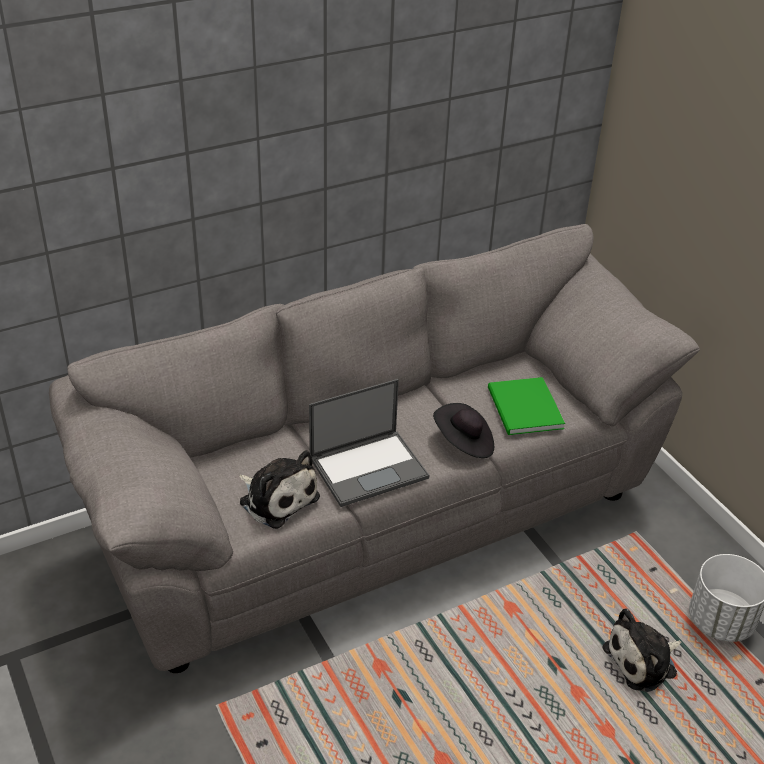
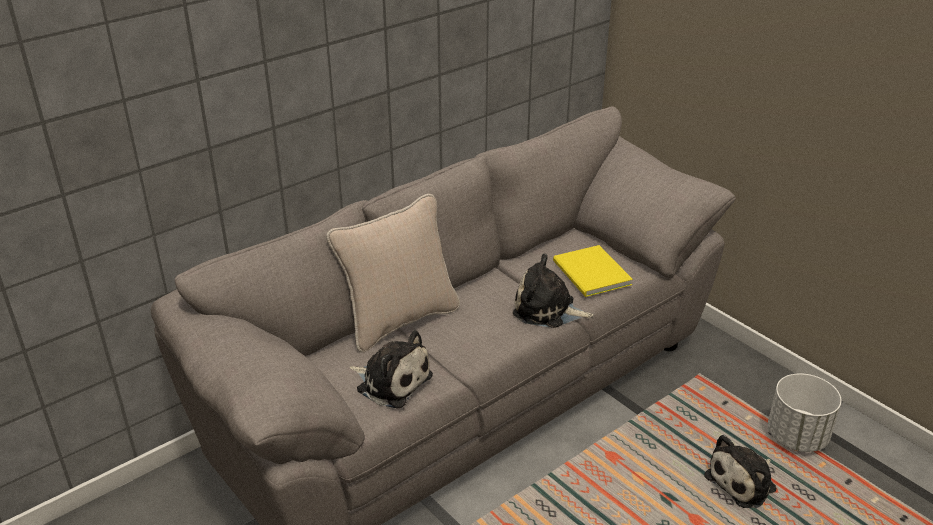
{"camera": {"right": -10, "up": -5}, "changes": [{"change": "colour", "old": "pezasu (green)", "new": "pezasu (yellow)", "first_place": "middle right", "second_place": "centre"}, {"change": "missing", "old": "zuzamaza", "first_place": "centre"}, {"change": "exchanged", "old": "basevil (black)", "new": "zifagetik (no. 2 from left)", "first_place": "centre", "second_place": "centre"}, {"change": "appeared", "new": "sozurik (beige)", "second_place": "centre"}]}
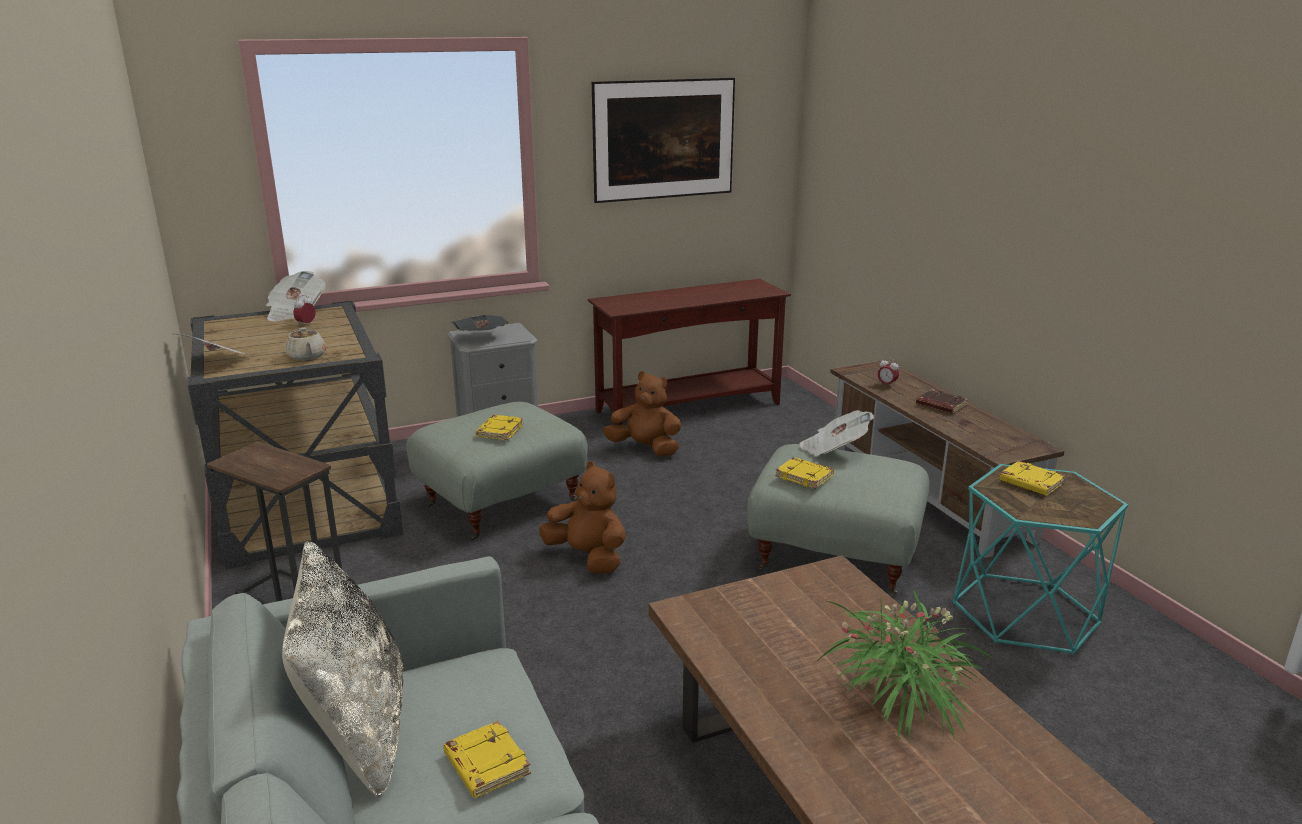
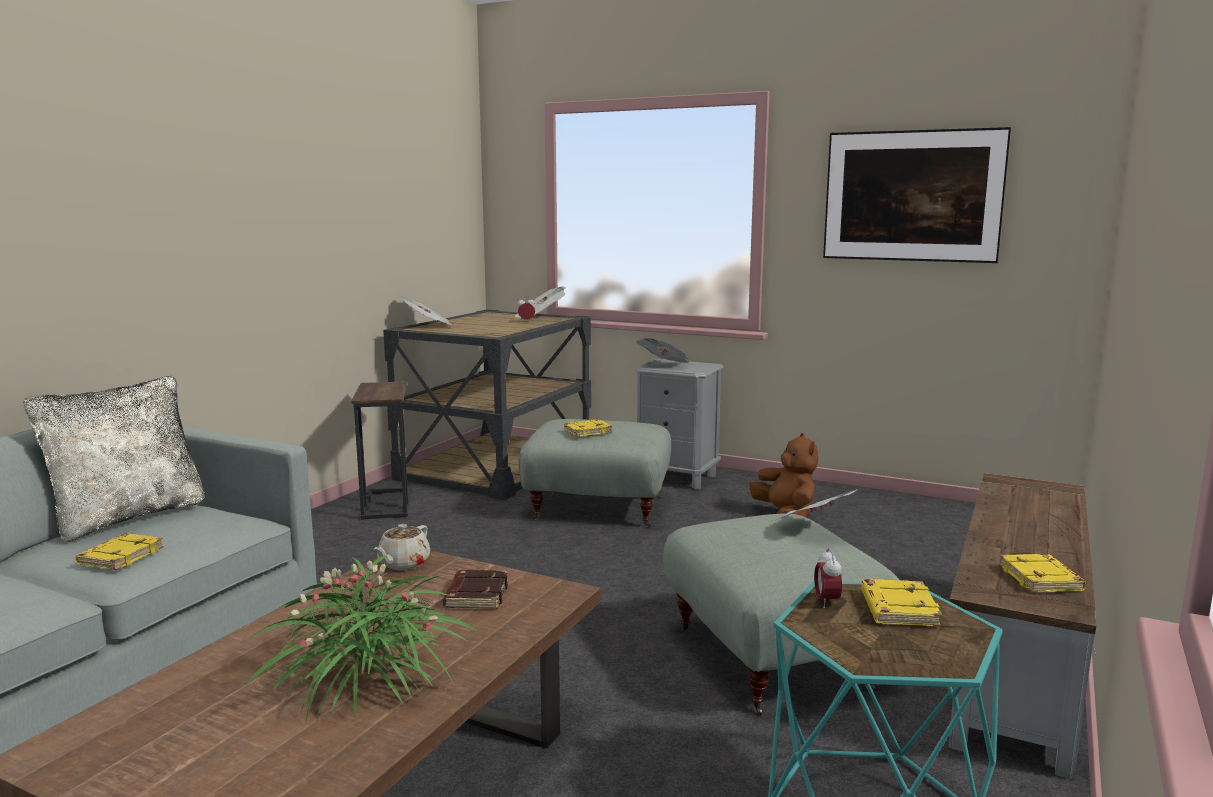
{"camera": {"right": 50, "up": -10}, "changes": [{"change": "missing", "old": "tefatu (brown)", "first_place": "centre"}, {"change": "relocated", "old": "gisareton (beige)", "first_place": "middle left", "second_place": "bottom left"}, {"change": "relocated", "old": "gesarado (no. 2 from left)", "first_place": "middle right", "second_place": "bottom right"}, {"change": "relocated", "old": "pezasu (brown)", "first_place": "middle right", "second_place": "bottom centre"}, {"change": "relocated", "old": "pezasu (yellow) (no. 3 from left in the first image)", "new": "pezasu (yellow) (no. 4 from left)", "first_place": "centre", "second_place": "bottom right"}, {"change": "missing", "old": "zifagetik (brown) (no. 1 from left)", "first_place": "centre"}]}
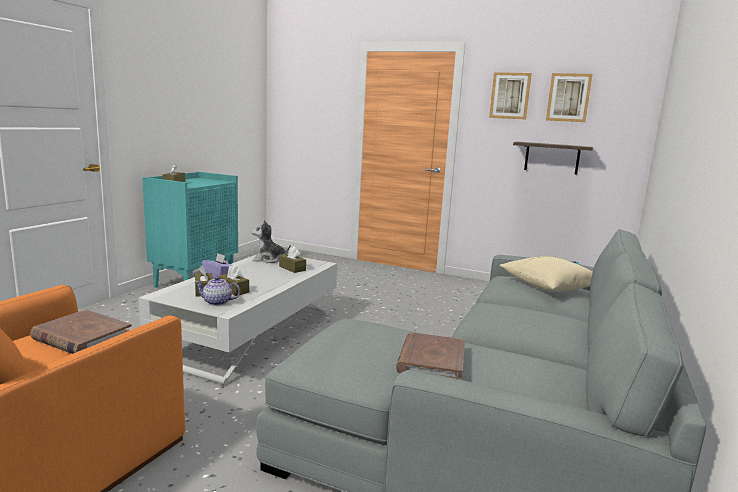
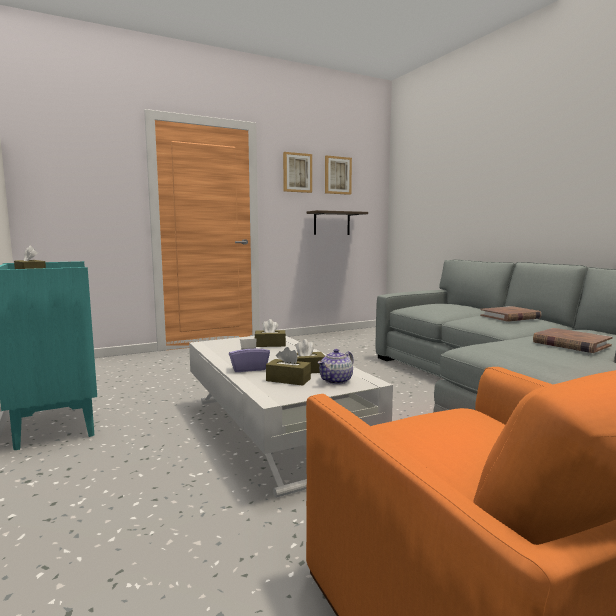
{"camera": {"right": -50, "up": -5}, "changes": [{"change": "missing", "old": "zifagetik", "first_place": "centre"}, {"change": "missing", "old": "sozurik (beige)", "first_place": "middle right"}, {"change": "relocated", "old": "pezasu (brown) (no. 1 from left)", "first_place": "bottom left", "second_place": "middle right"}]}
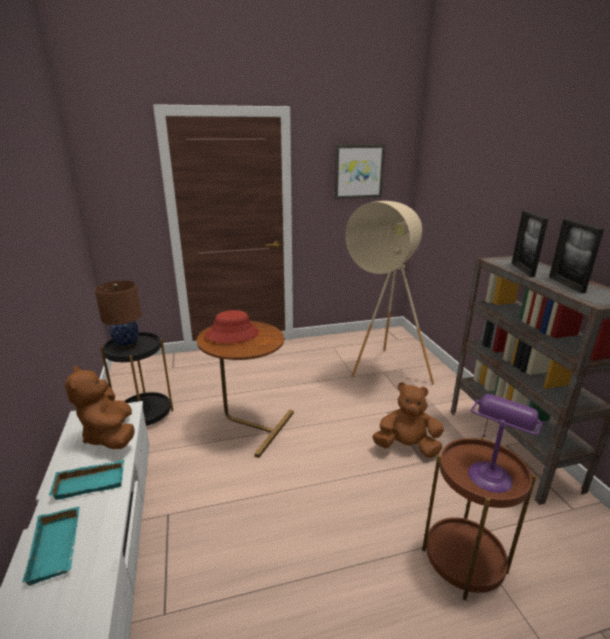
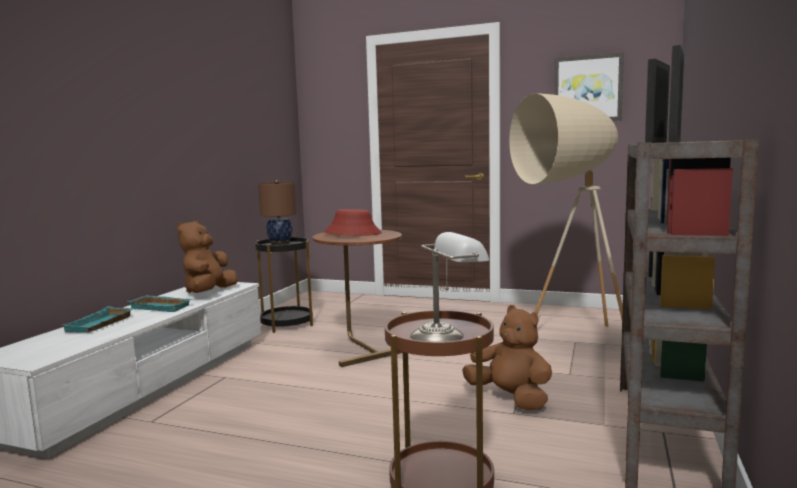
{"camera": {"right": 35, "up": -15}, "changes": [{"change": "colour", "old": "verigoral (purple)", "new": "verigoral (white)", "first_place": "bottom right", "second_place": "centre"}]}
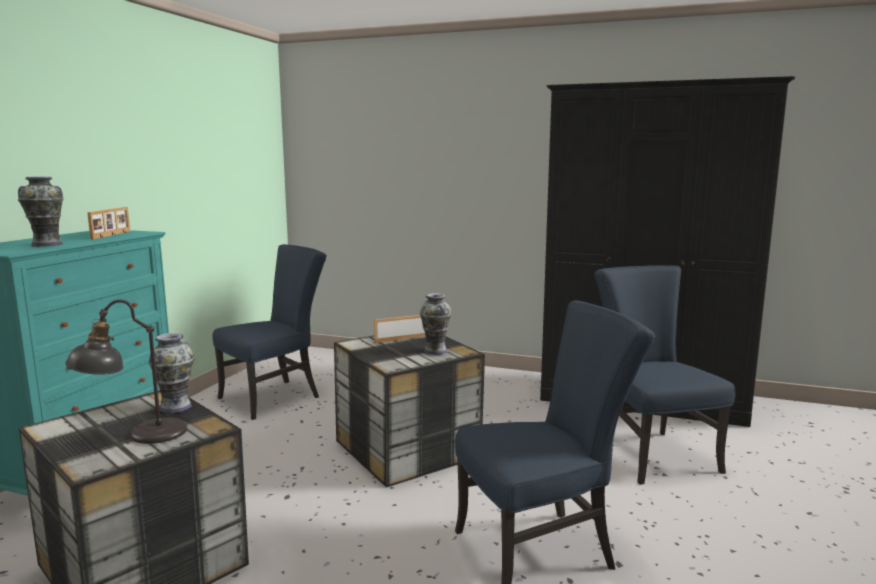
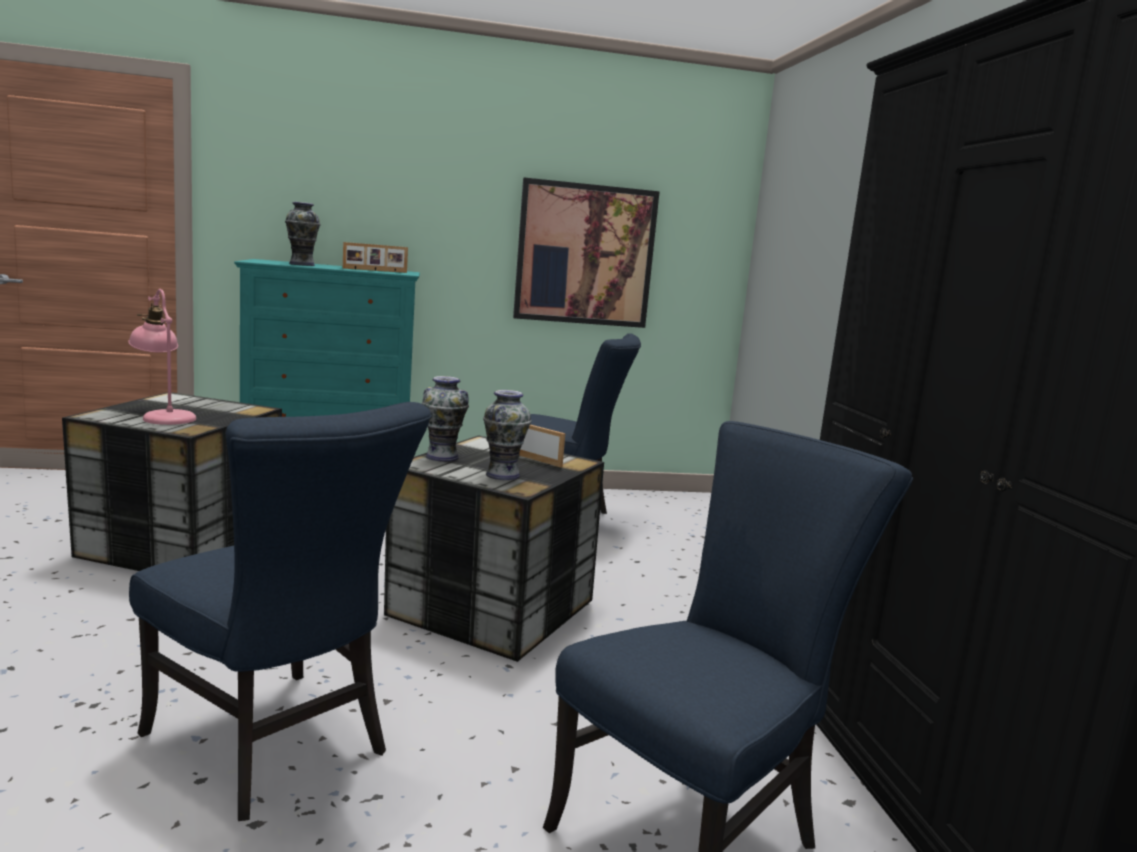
{"camera": {"right": 60, "up": 0}, "changes": [{"change": "colour", "old": "verigoral (grey)", "new": "verigoral (pink)", "first_place": "middle left", "second_place": "middle left"}, {"change": "relocated", "old": "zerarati (no. 2 from left)", "first_place": "middle left", "second_place": "centre"}, {"change": "appeared", "new": "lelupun", "second_place": "top centre"}]}
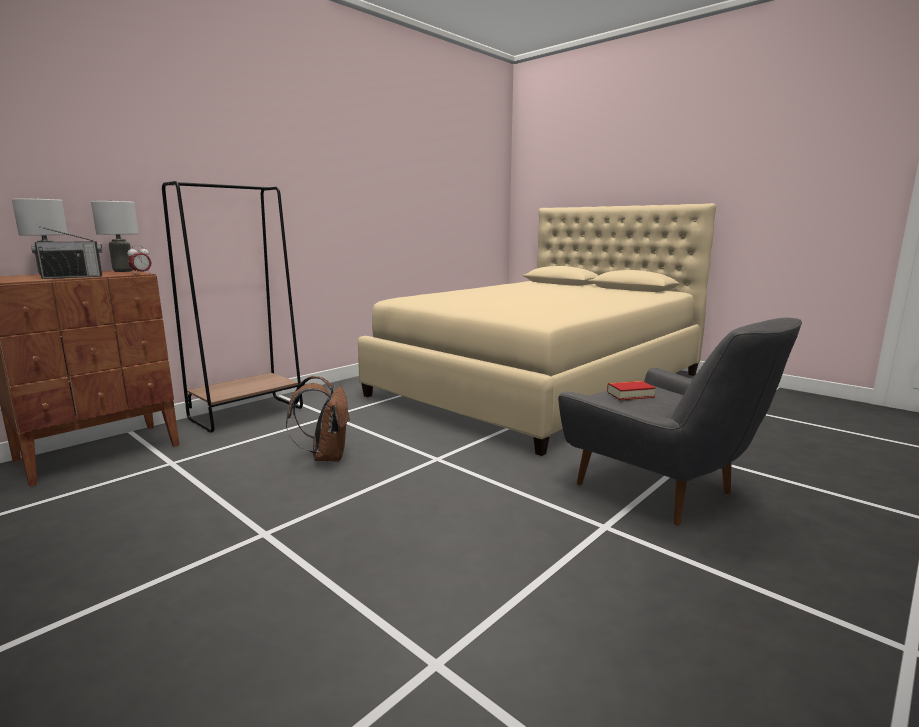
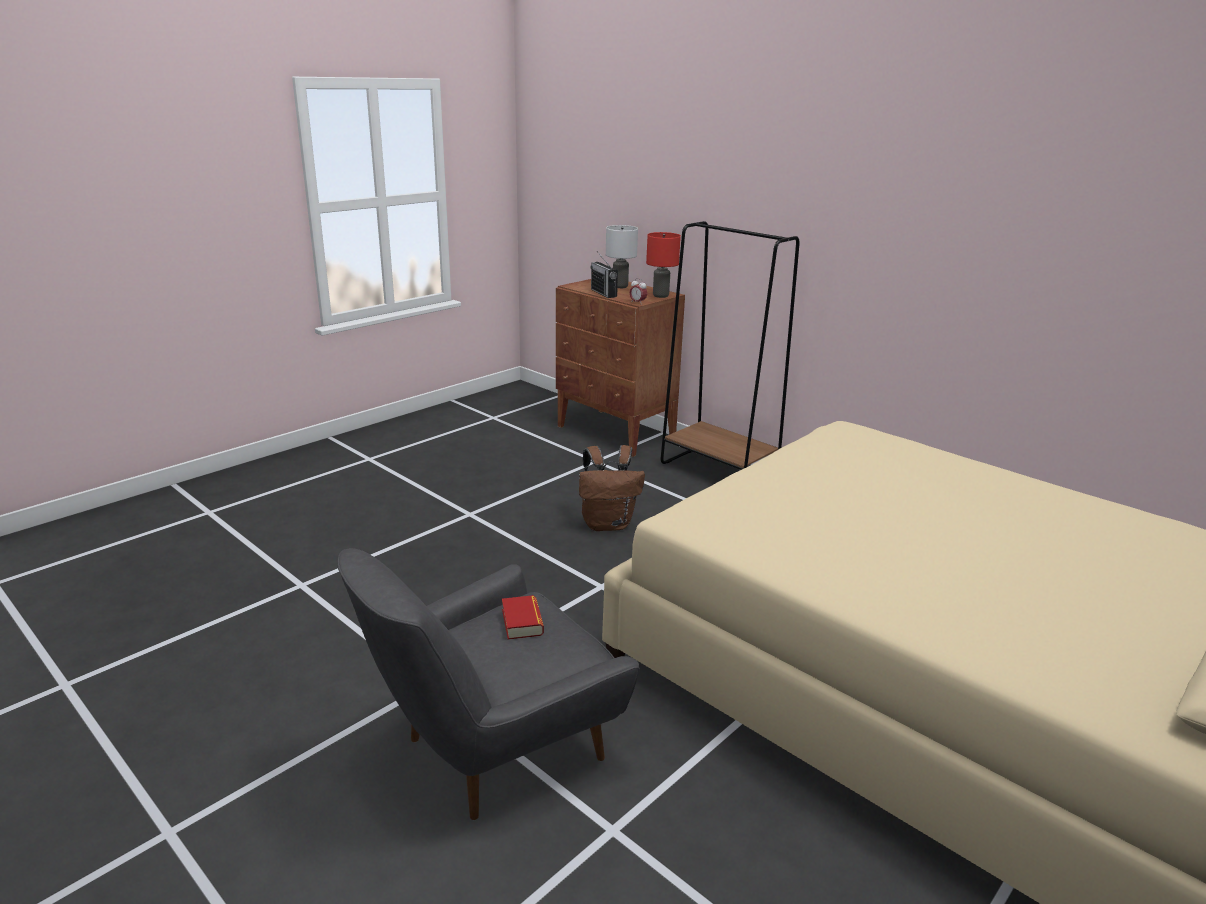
{"camera": {"right": 90, "up": 10}, "changes": [{"change": "colour", "old": "verigoral (white) (no. 2 from left)", "new": "verigoral (red)", "first_place": "top left", "second_place": "top centre"}]}
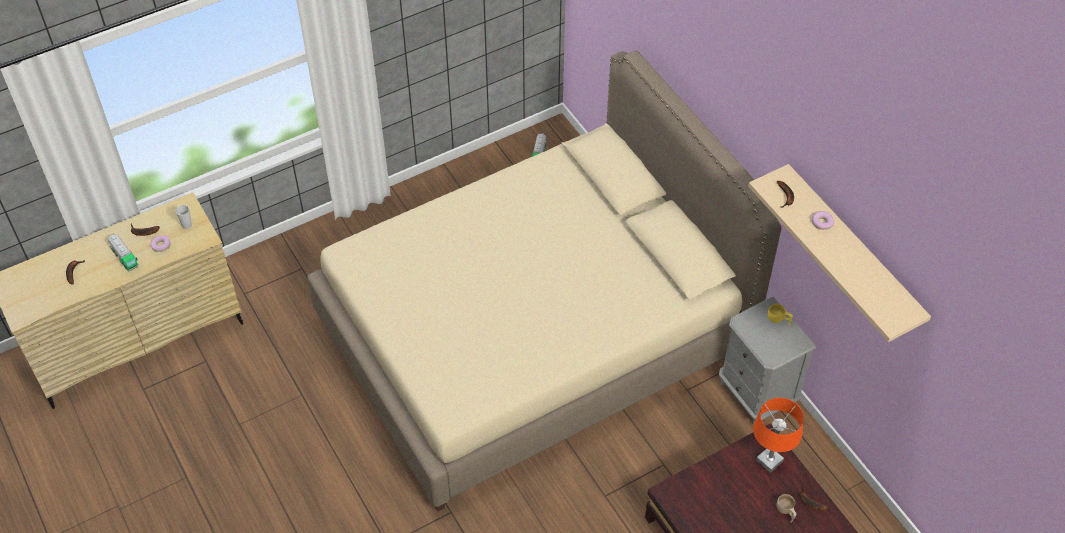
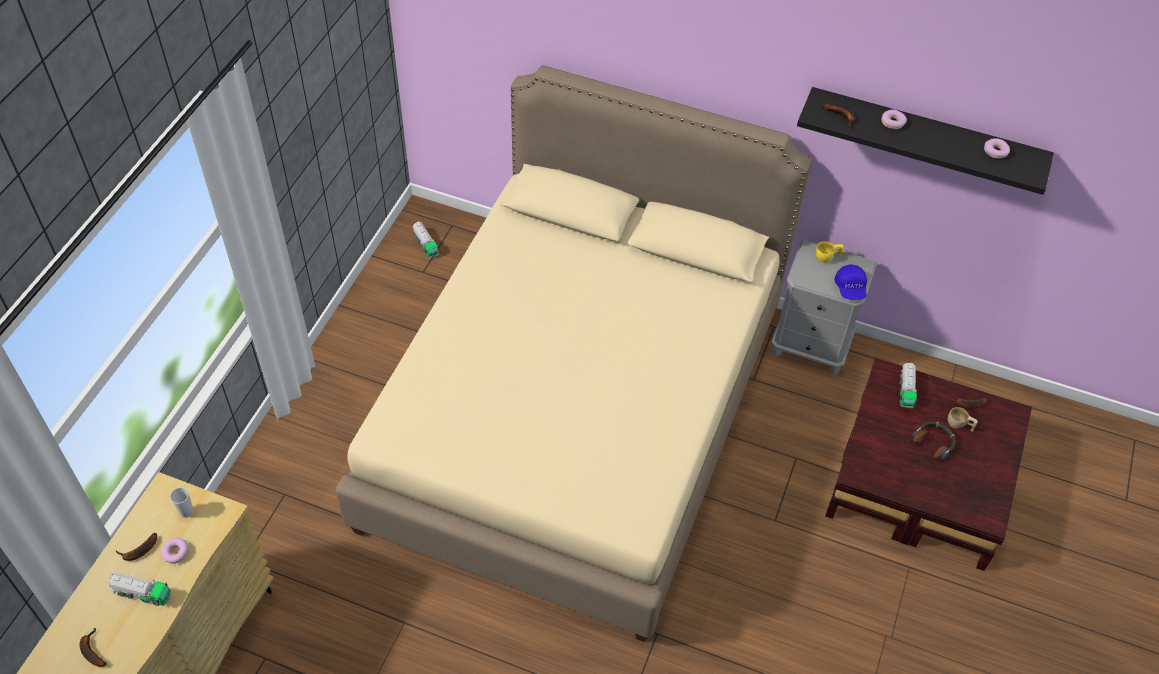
{"camera": {"right": -40, "up": 0}, "changes": [{"change": "colour", "old": "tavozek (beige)", "new": "tavozek (black)", "first_place": "middle right", "second_place": "top right"}, {"change": "exchanged", "old": "verigoral (orange)", "new": "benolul (no. 3 from left)", "first_place": "bottom right", "second_place": "middle right"}, {"change": "appeared", "new": "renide (no. 3 from left)", "second_place": "top right"}, {"change": "appeared", "new": "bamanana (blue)", "second_place": "middle right"}, {"change": "appeared", "new": "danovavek", "second_place": "middle right"}]}
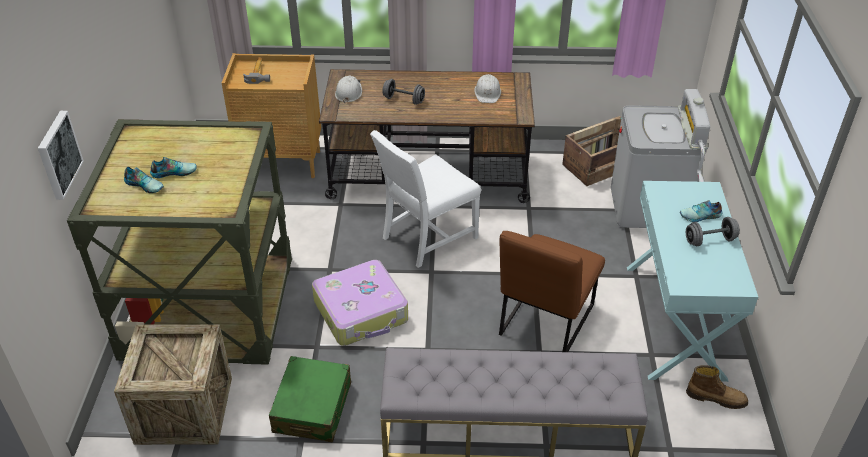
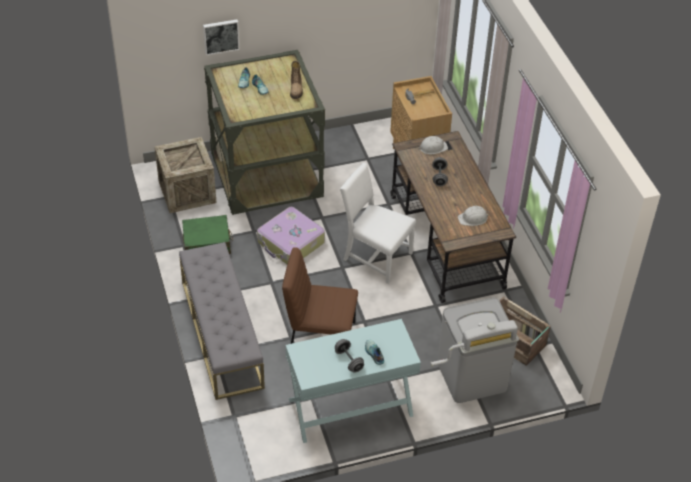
{"camera": {"right": 70, "up": 5}, "changes": [{"change": "relocated", "old": "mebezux", "first_place": "bottom right", "second_place": "top centre"}]}
